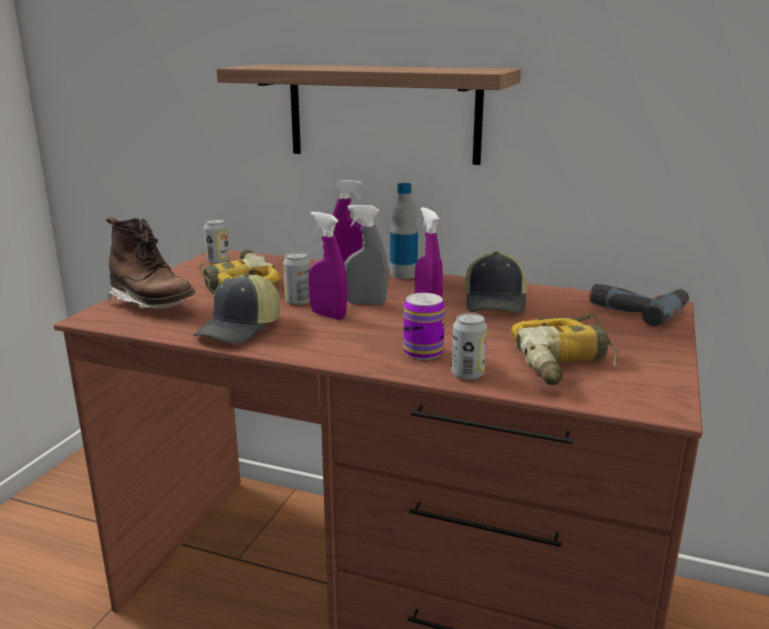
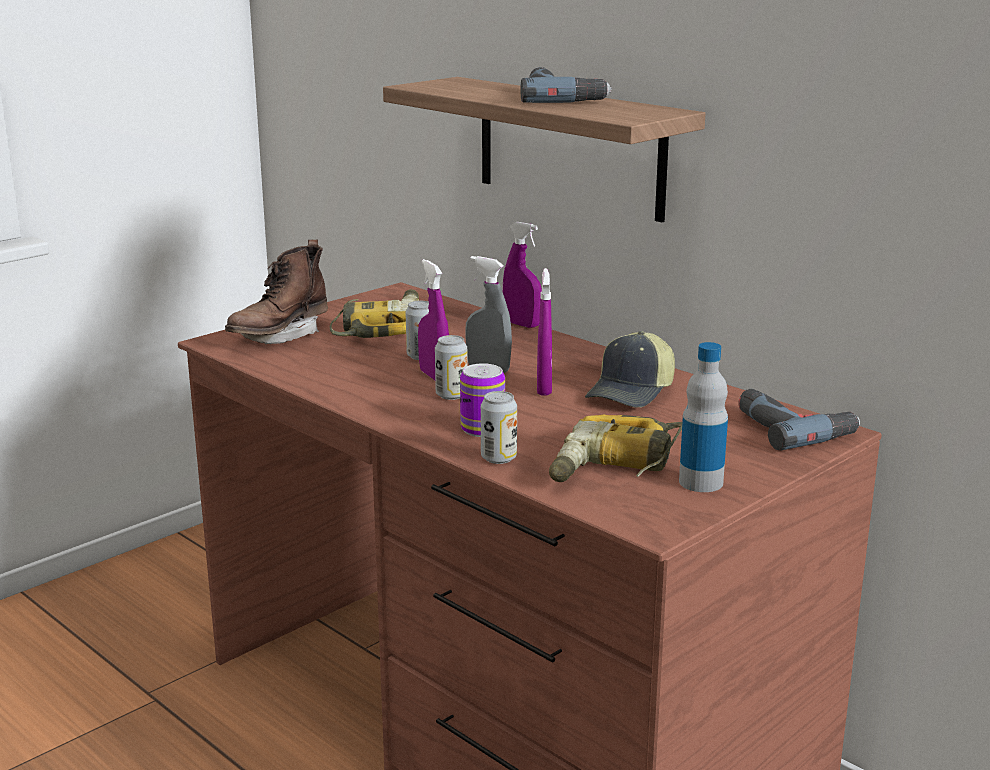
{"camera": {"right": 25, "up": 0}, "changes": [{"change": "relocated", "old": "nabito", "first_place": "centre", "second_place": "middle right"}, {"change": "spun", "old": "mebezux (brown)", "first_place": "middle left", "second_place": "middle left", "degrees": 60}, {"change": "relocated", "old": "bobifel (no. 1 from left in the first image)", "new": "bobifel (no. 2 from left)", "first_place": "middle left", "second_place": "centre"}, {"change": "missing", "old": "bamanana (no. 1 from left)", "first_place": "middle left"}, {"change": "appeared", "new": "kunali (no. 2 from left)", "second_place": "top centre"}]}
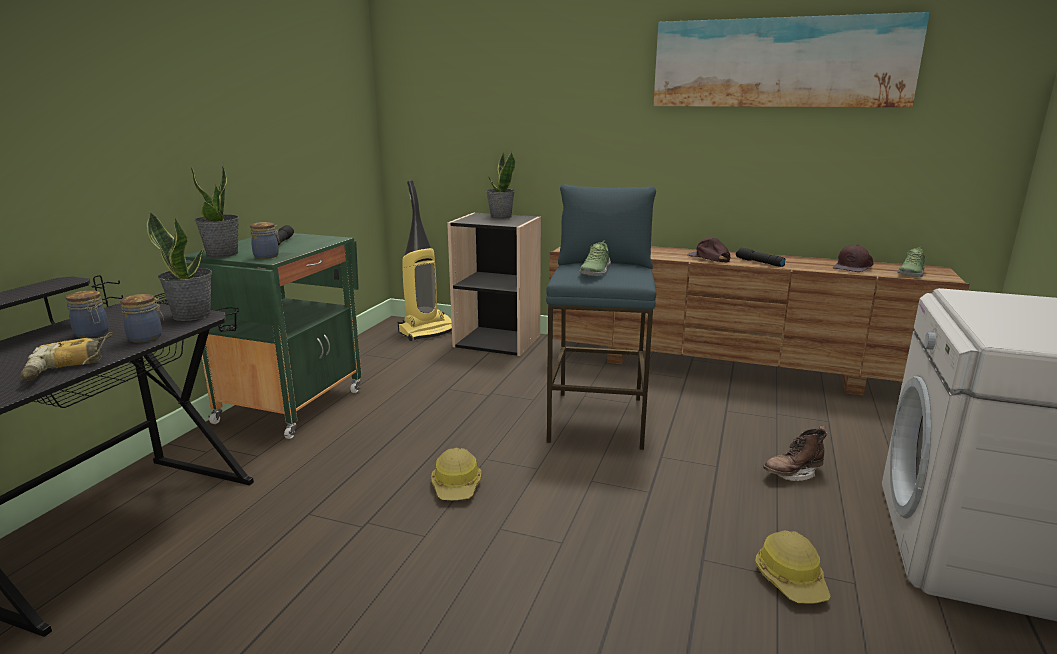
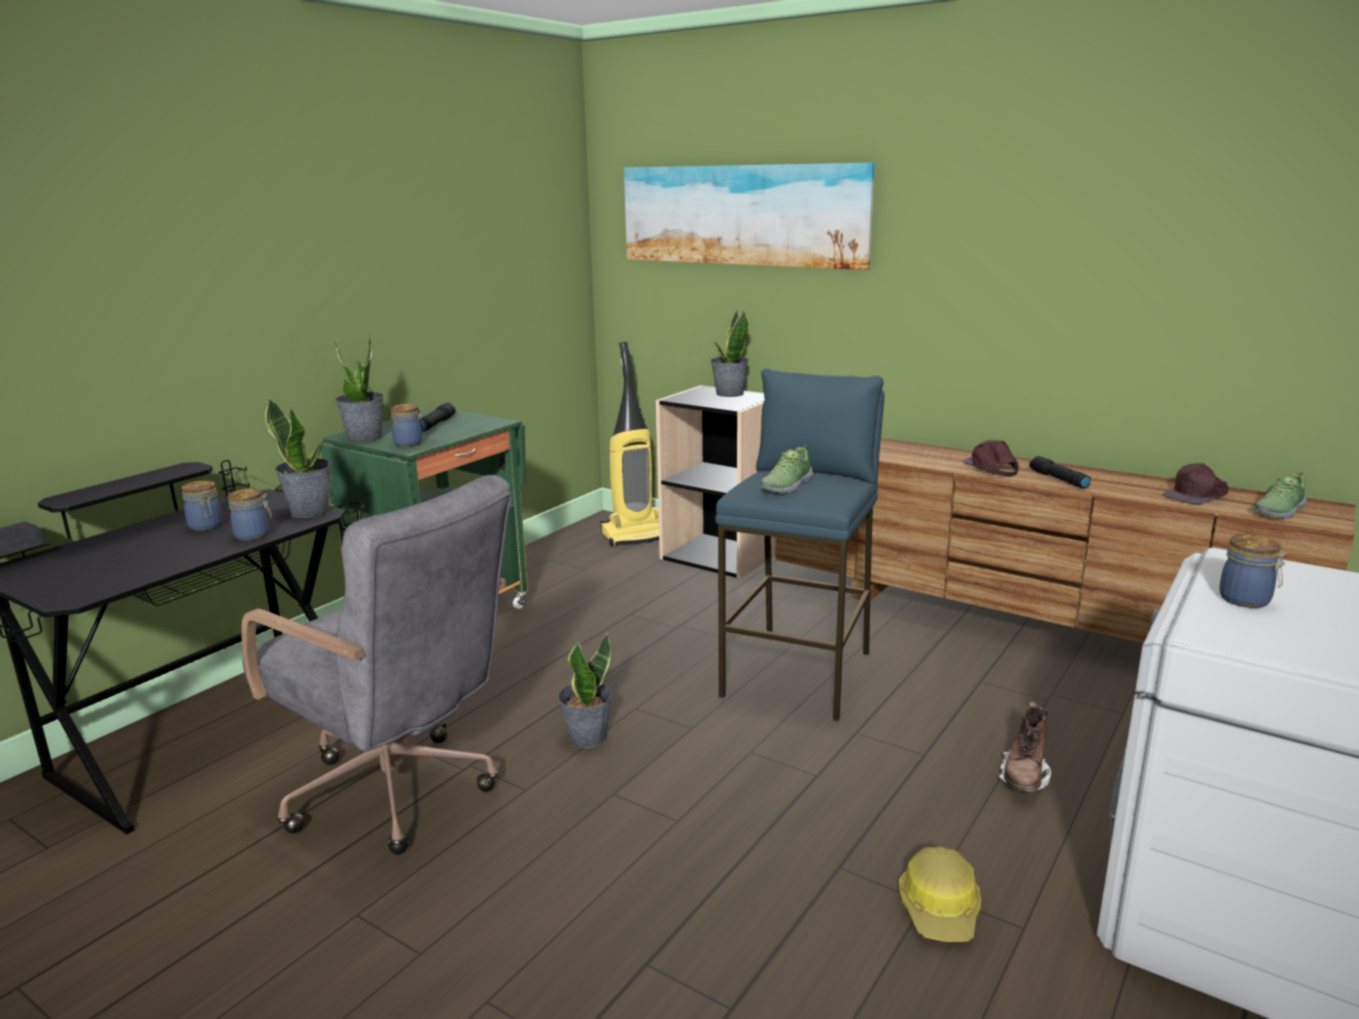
{"camera": {"right": 15, "up": 0}, "changes": [{"change": "relocated", "old": "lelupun", "first_place": "top right", "second_place": "top centre"}, {"change": "missing", "old": "kunali", "first_place": "middle left"}, {"change": "spun", "old": "mebezux (brown)", "first_place": "bottom right", "second_place": "bottom right", "degrees": -60}, {"change": "exchanged", "old": "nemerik (no. 1 from left)", "new": "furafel (no. 3 from left)", "first_place": "bottom centre", "second_place": "bottom centre"}, {"change": "appeared", "new": "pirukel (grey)", "second_place": "middle left"}, {"change": "appeared", "new": "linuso (no. 4 from left)", "second_place": "middle right"}]}
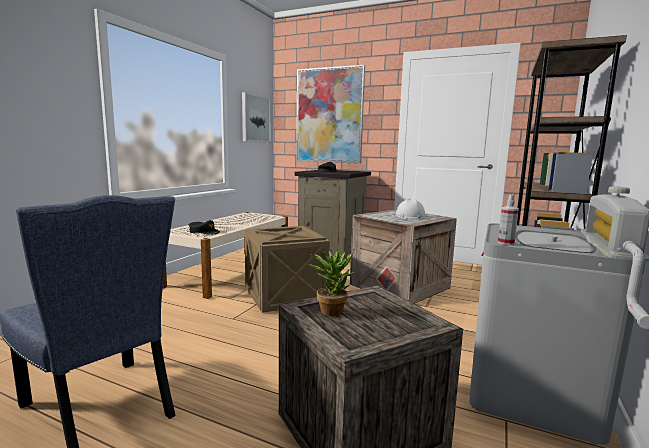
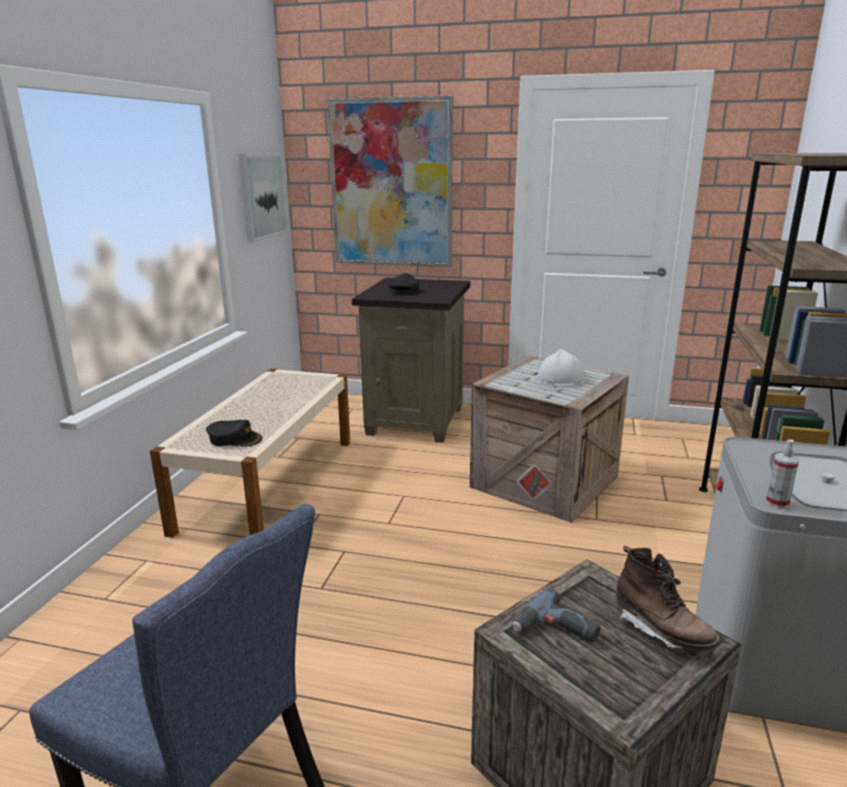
{"camera": {"right": -10, "up": 10}, "changes": [{"change": "missing", "old": "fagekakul (no. 1 from left)", "first_place": "centre"}, {"change": "exchanged", "old": "furafel", "new": "kunali", "first_place": "centre", "second_place": "bottom centre"}, {"change": "appeared", "new": "mebezux (brown)", "second_place": "bottom right"}]}
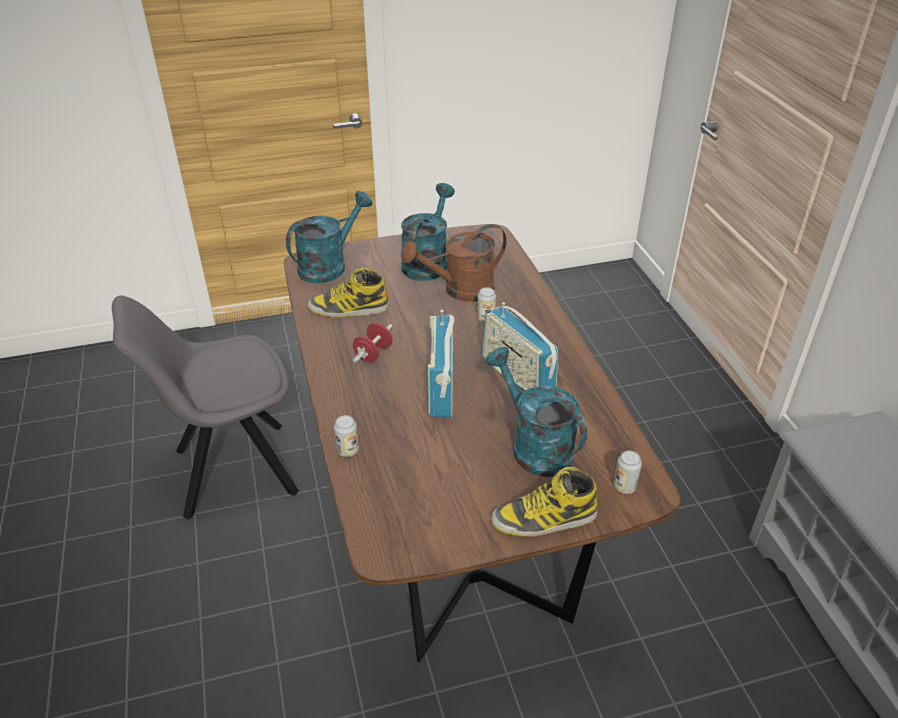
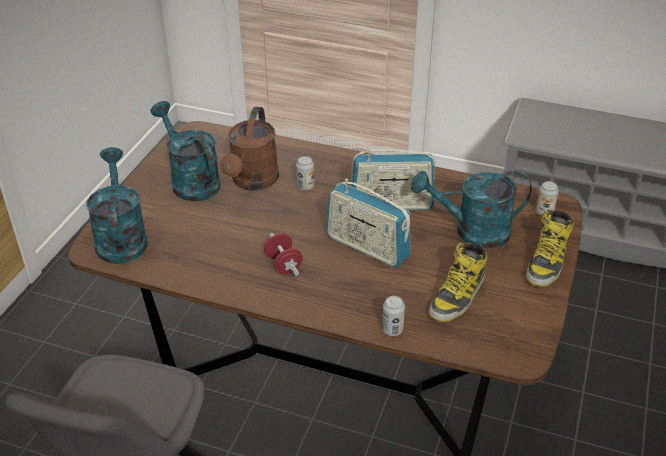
{"camera": {"right": -55, "up": 0}, "changes": [{"change": "relocated", "old": "mebezux (no. 1 from left)", "first_place": "centre", "second_place": "middle right"}]}
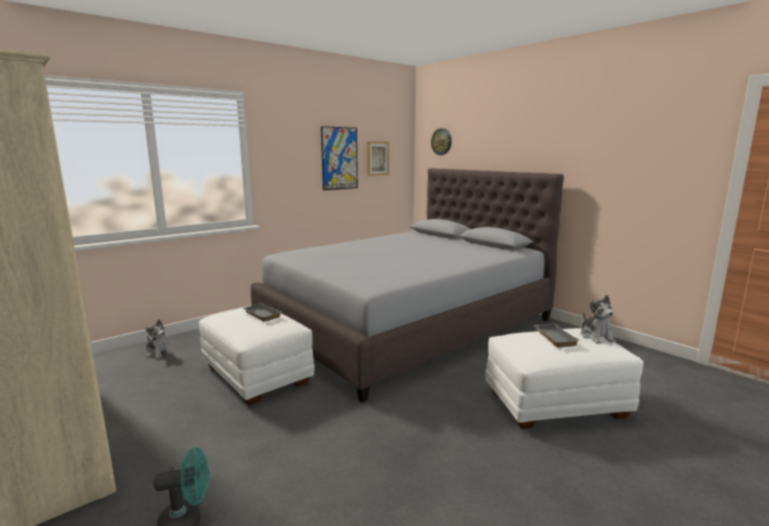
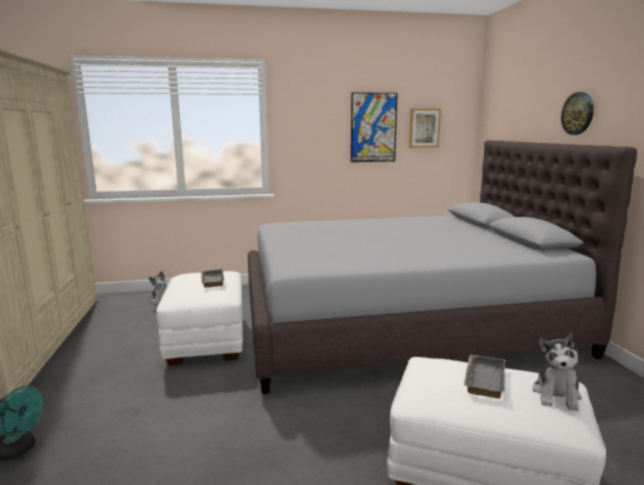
{"camera": {"right": 30, "up": 0}, "changes": [{"change": "relocated", "old": "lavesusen", "first_place": "top centre", "second_place": "top right"}]}
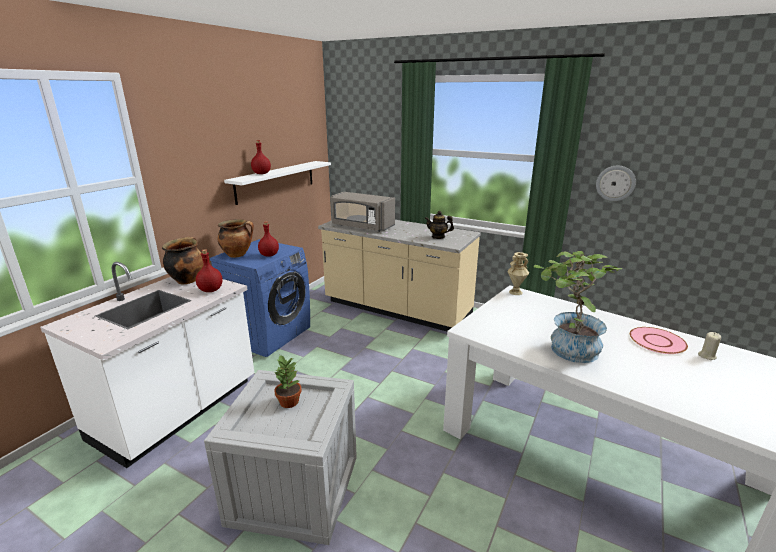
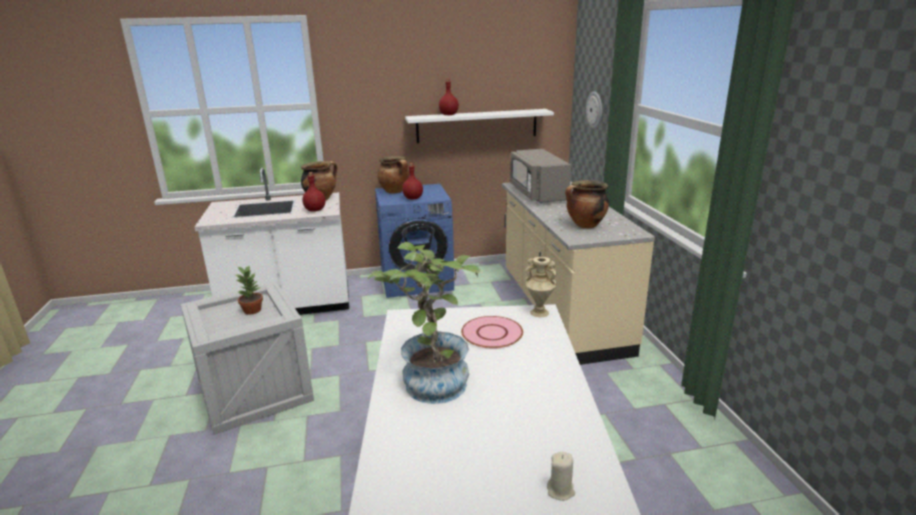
{"camera": {"right": 50, "up": 0}, "changes": [{"change": "relocated", "old": "lavesusen", "first_place": "top right", "second_place": "top centre"}, {"change": "exchanged", "old": "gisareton", "new": "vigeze (no. 3 from left)", "first_place": "centre", "second_place": "centre"}, {"change": "relocated", "old": "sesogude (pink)", "first_place": "middle right", "second_place": "centre"}]}
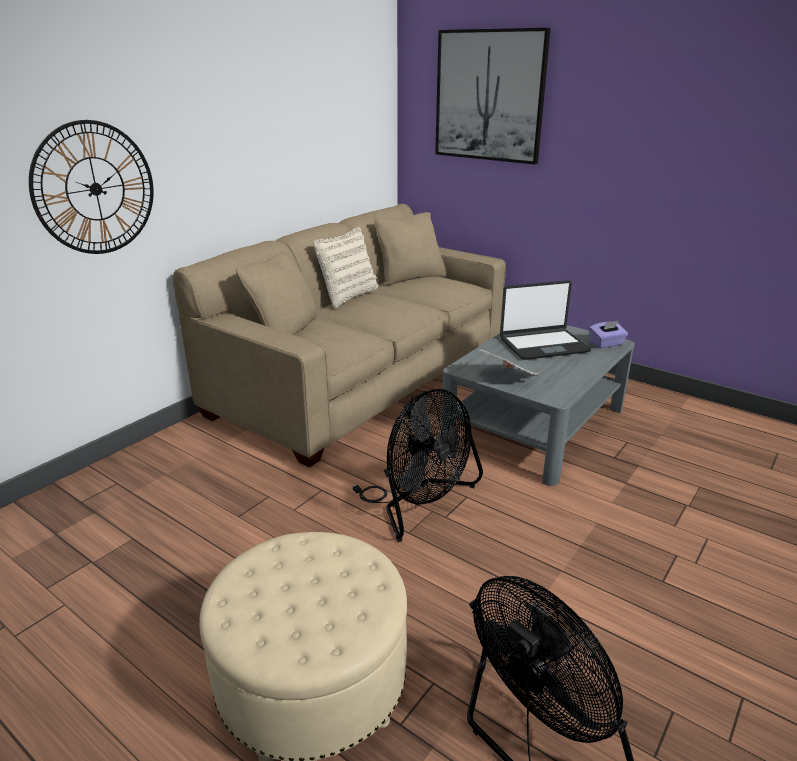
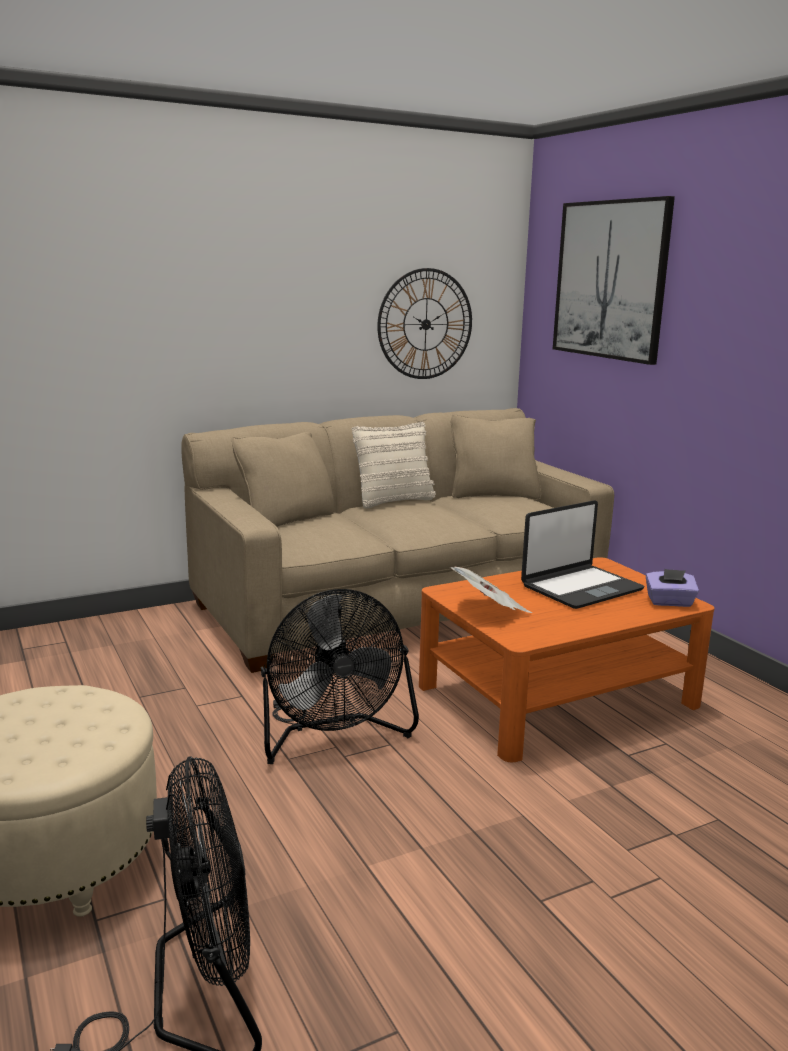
{"camera": {"right": 25, "up": -10}, "changes": [{"change": "relocated", "old": "lavesusen", "first_place": "top left", "second_place": "top centre"}, {"change": "spun", "old": "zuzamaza", "first_place": "middle right", "second_place": "middle right", "degrees": -45}, {"change": "colour", "old": "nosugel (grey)", "new": "nosugel (orange)", "first_place": "middle right", "second_place": "middle right"}]}
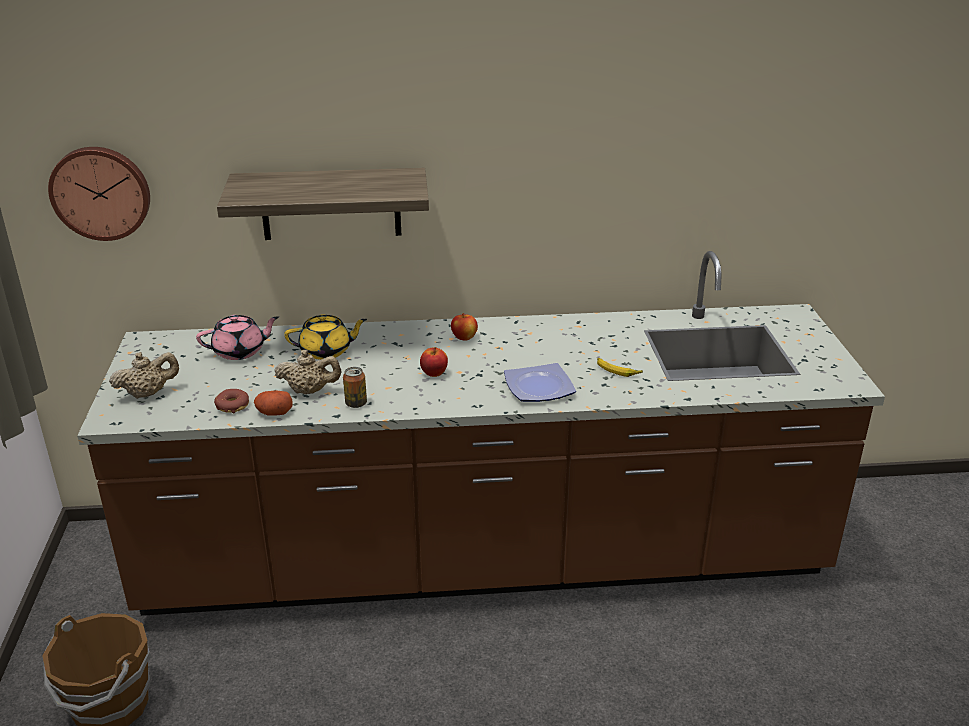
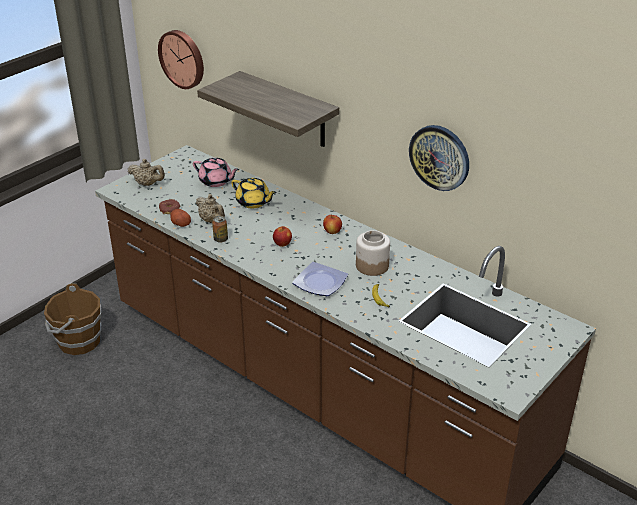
{"camera": {"right": 45, "up": 5}, "changes": [{"change": "appeared", "new": "lavesusen (no. 2 from left)", "second_place": "top right"}, {"change": "appeared", "new": "linuso", "second_place": "centre"}]}
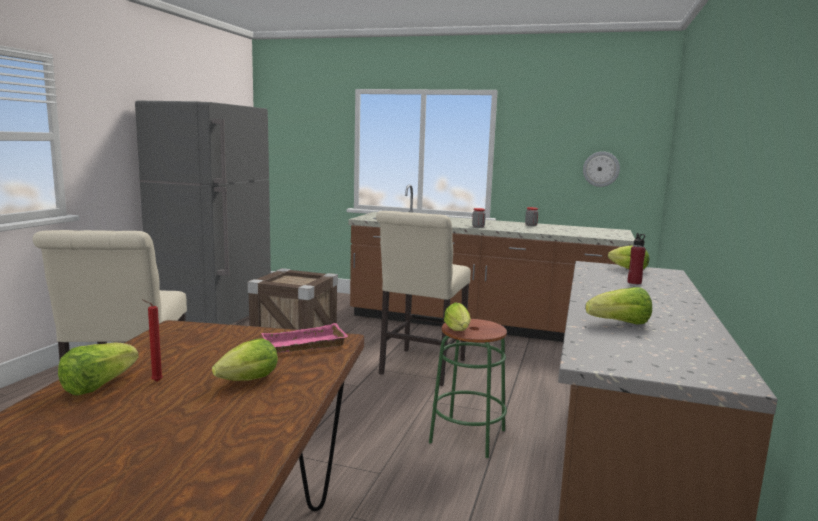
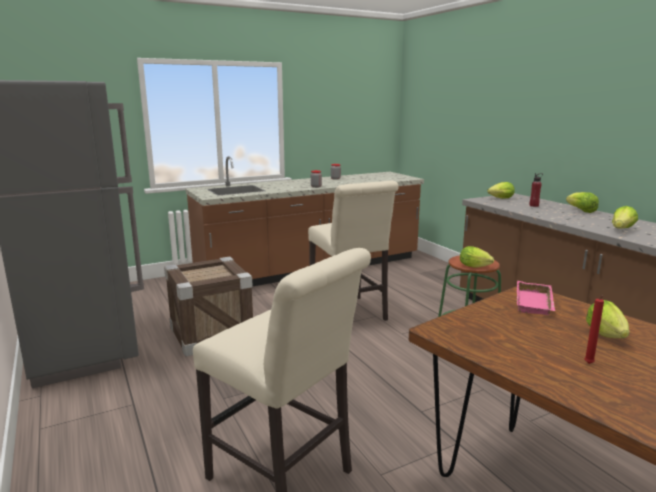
{"camera": {"right": -45, "up": 5}, "changes": [{"change": "missing", "old": "lavesusen", "first_place": "top right"}, {"change": "relocated", "old": "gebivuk (no. 1 from left in the first image)", "new": "gebivuk (no. 3 from left)", "first_place": "bottom left", "second_place": "middle right"}]}
